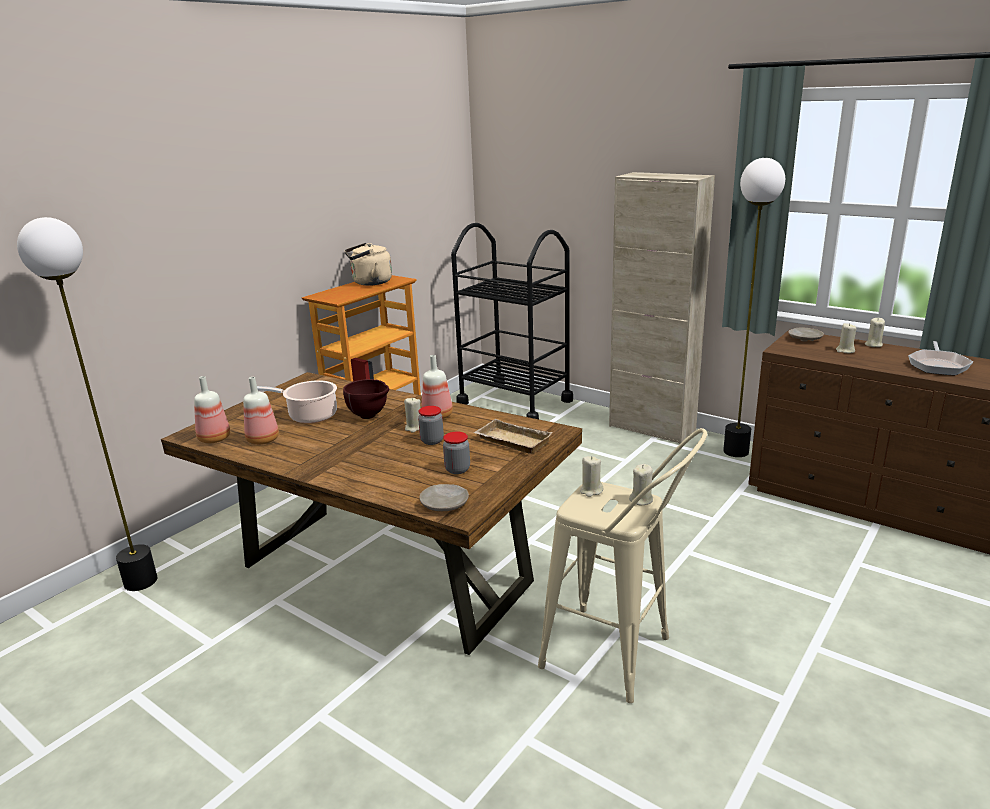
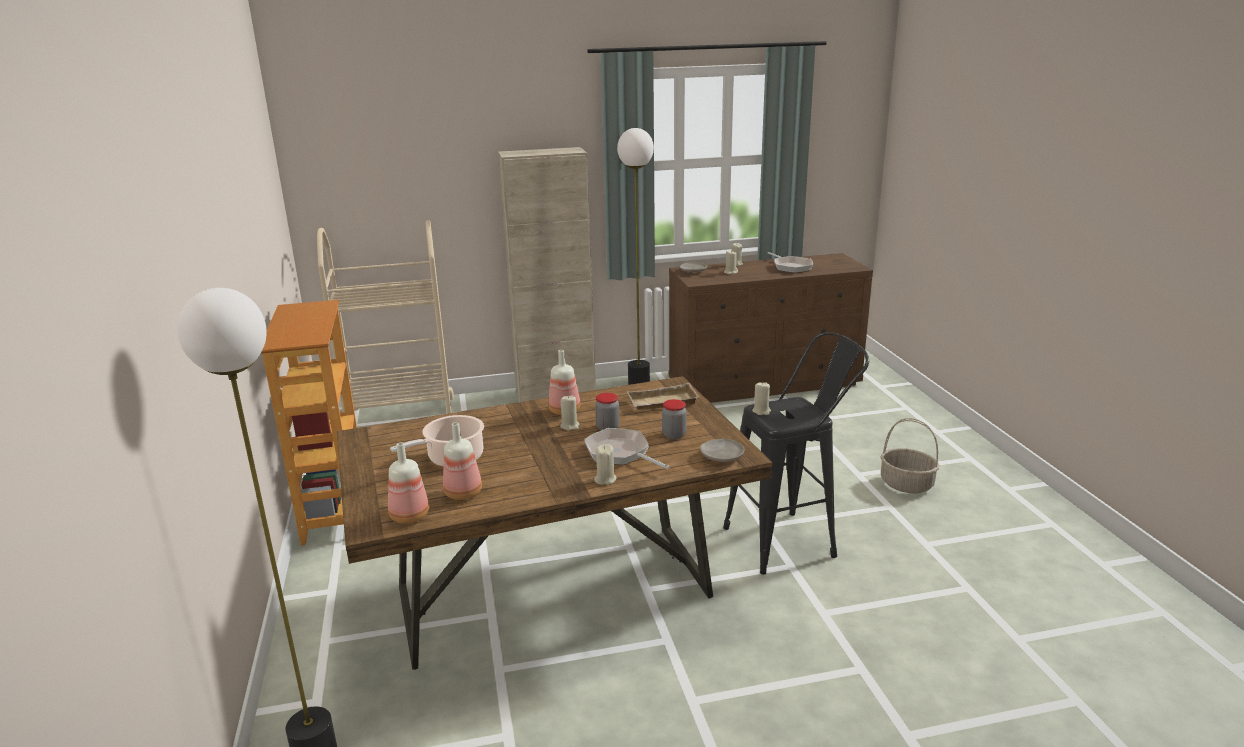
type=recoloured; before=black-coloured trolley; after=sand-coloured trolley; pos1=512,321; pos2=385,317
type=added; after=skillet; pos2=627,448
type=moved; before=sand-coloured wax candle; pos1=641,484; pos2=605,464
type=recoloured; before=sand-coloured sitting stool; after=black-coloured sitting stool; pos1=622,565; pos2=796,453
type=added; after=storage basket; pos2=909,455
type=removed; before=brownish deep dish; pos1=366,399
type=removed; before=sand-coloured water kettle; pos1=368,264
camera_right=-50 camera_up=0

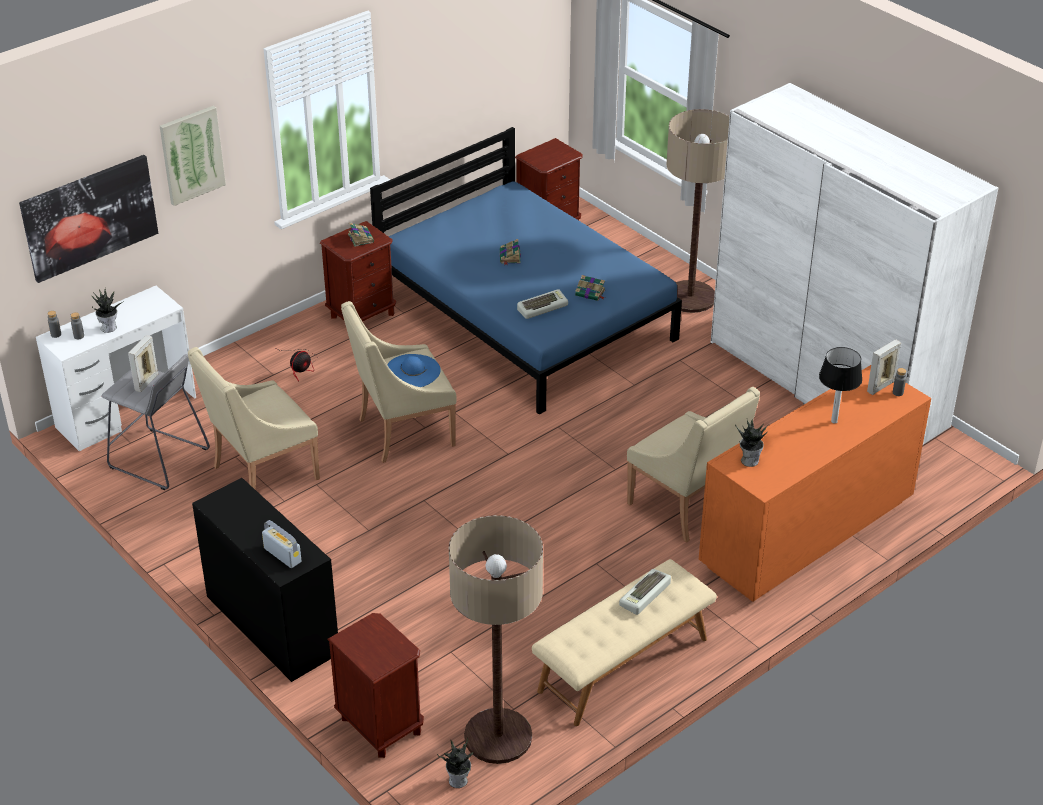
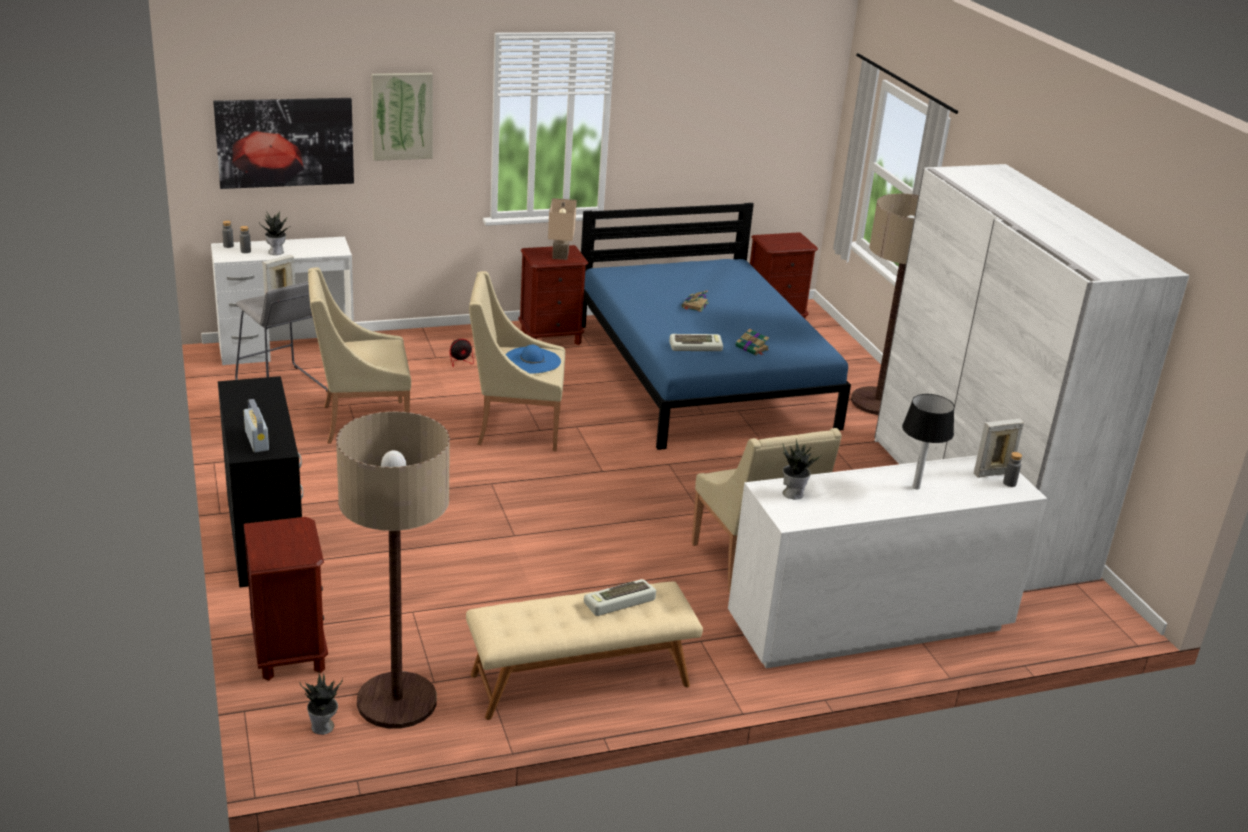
type=replaced; before=book; after=sand-coloured table lamp; pos1=361,235; pos2=562,229
type=recoloured; before=orangey drawer chest; after=whitish drawer chest; pos1=815,483; pos2=887,561
camera_right=20 camera_up=-10

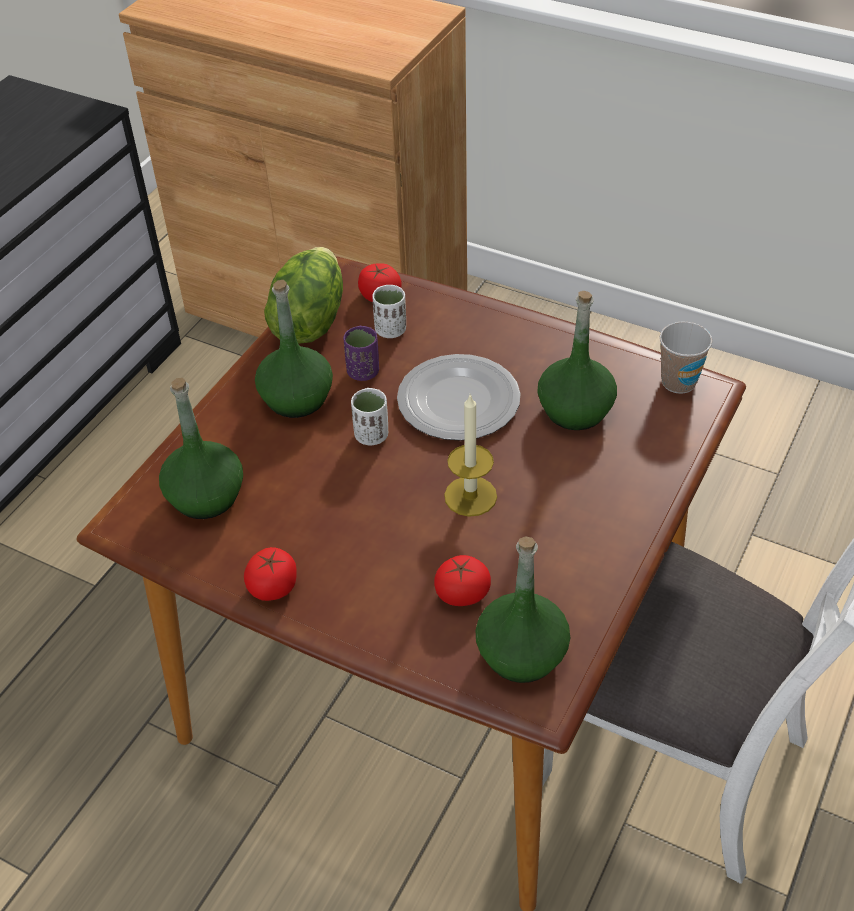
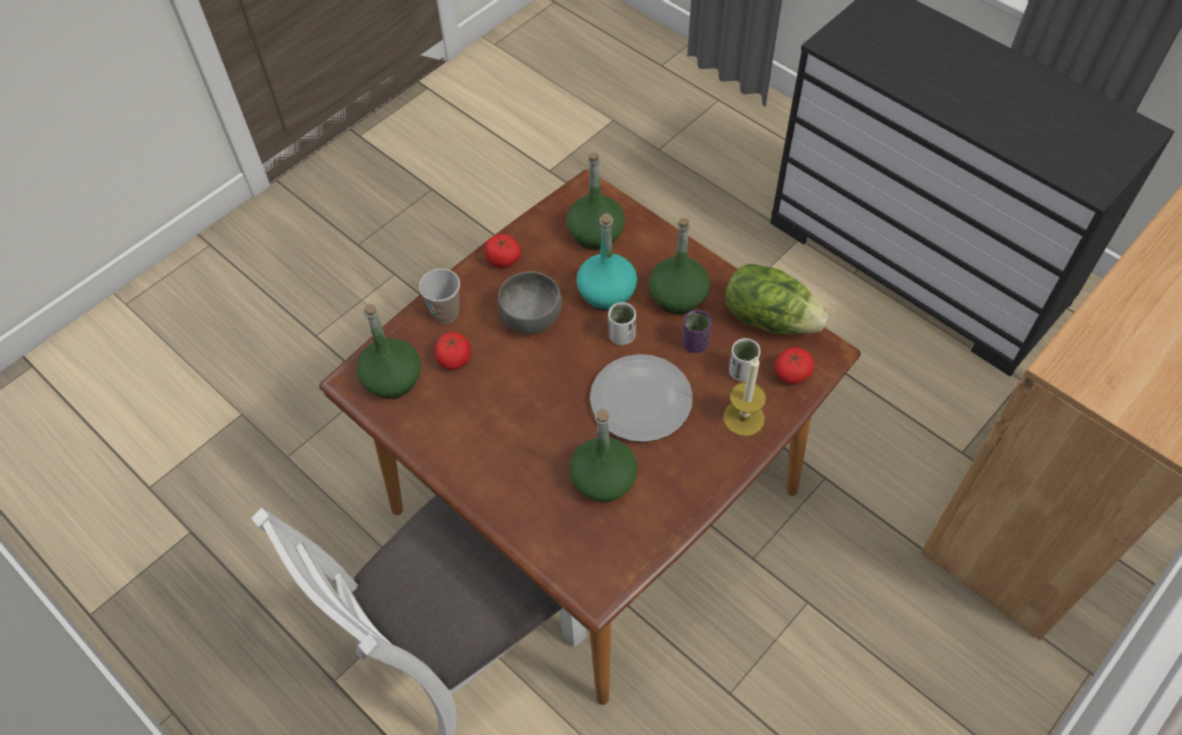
type=moved; before=drinking cup; pos1=686,358; pos2=439,296
type=added; after=greyish deep dish; pos2=529,302
type=added; after=turquoise bottle; pos2=606,262
type=moved; before=wax candle; pos1=470,455; pos2=744,396
camera_right=105 camera_up=10

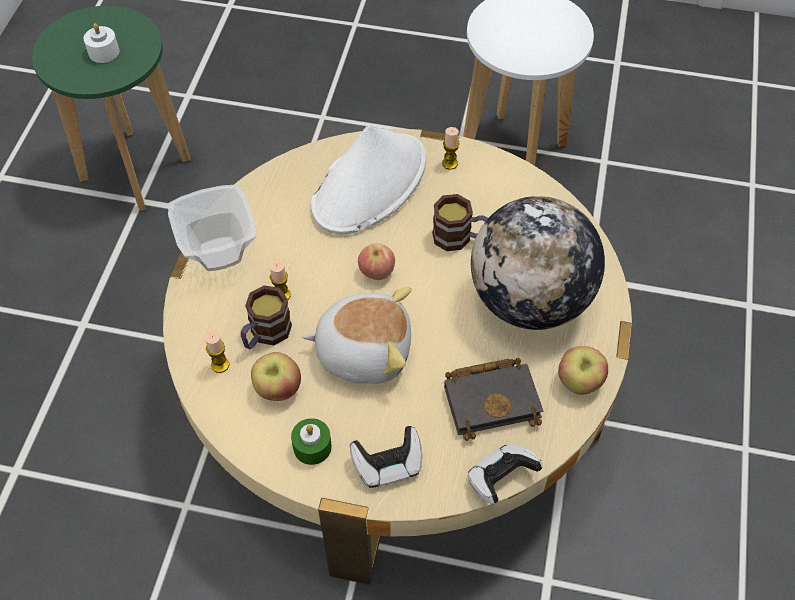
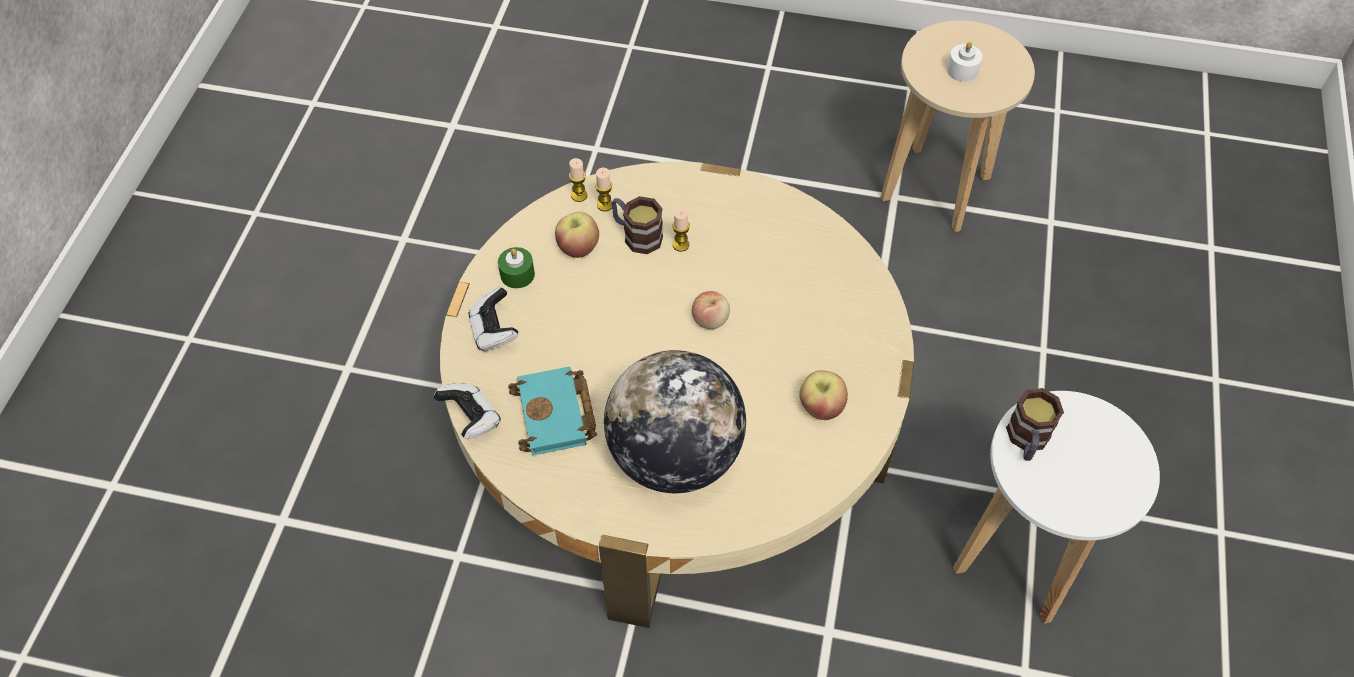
type=recoloured; before=black-coloured book; after=turquoise book; pos1=493,399; pos2=552,411
type=moved; before=wax candle; pos1=451,148; pos2=578,180
type=moved; before=whole apple; pos1=583,370; pos2=823,395
type=recoloured; before=green-coloured sitting stool; after=sand-coloured sitting stool; pos1=111,108; pos2=957,126
type=moved; before=coffee mug; pos1=460,222; pos2=1035,424
type=removed; before=deep dish; pos1=212,227
type=removed; before=cuddly toy; pos1=357,335
type=removed; before=whitish clothing hat; pos1=368,179
camera_right=90 camera_up=0

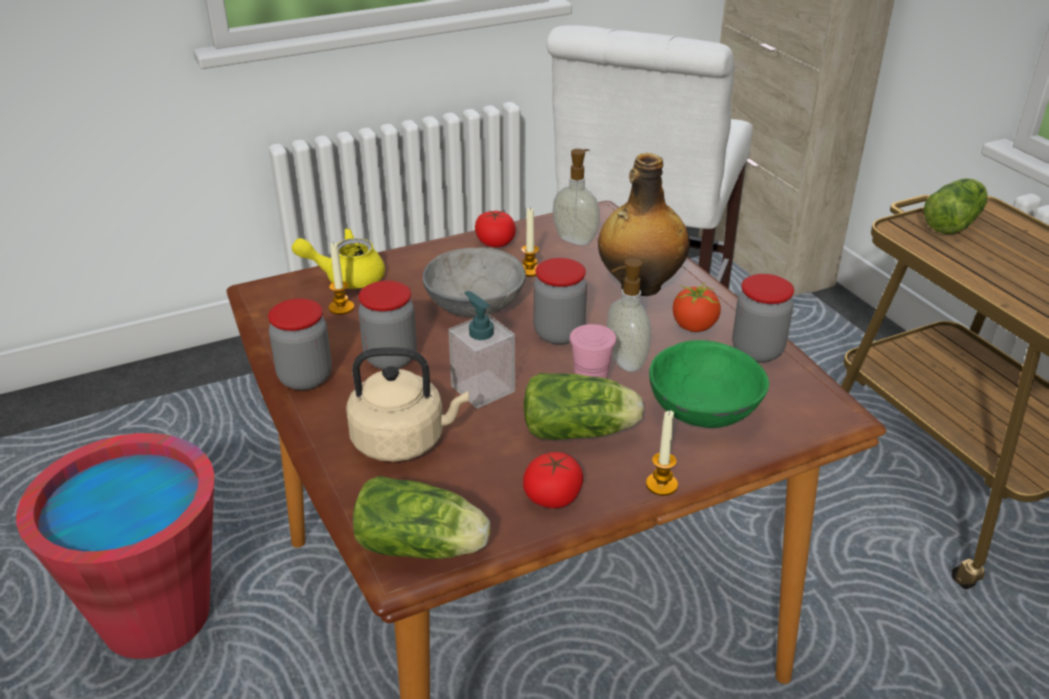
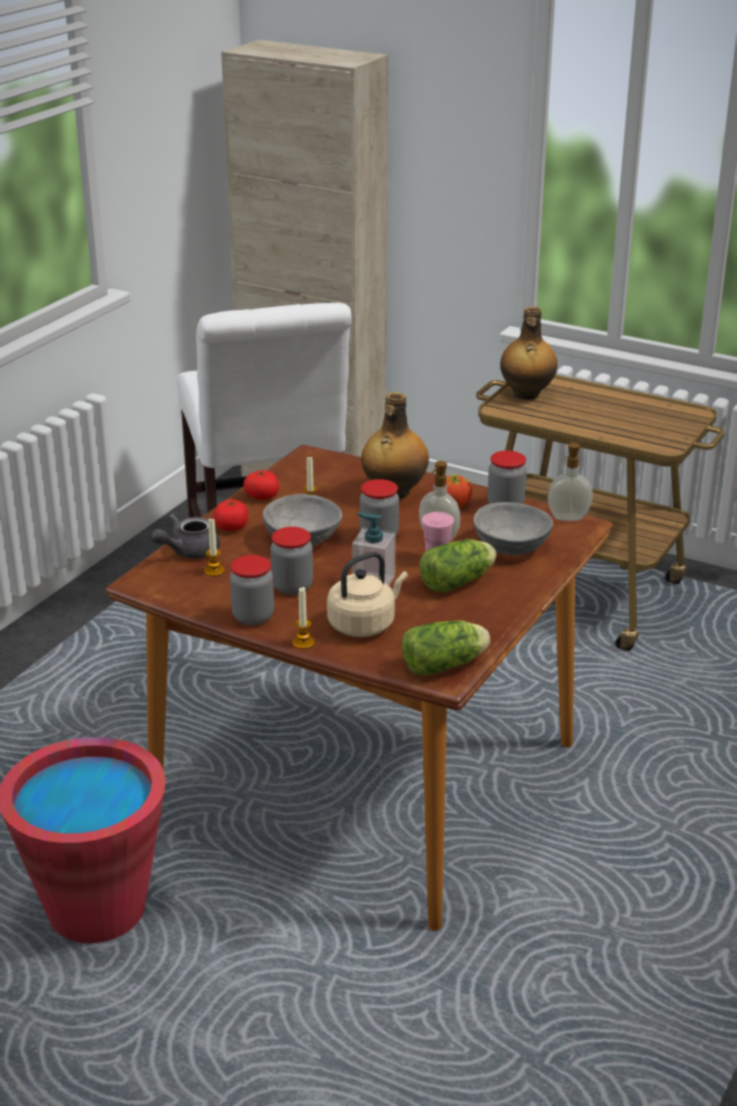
type=recoloured; before=yellow-coloured teapot; after=greyish teapot; pos1=338,258; pos2=185,536
type=moved; before=tomato; pos1=553,480; pos2=231,515
type=moved; before=wax candle; pos1=662,453; pos2=303,618
type=recoloured; before=green-coloured deep dish; after=greyish deep dish; pos1=709,384; pos2=513,528
type=replaced; before=lettuce; after=bottle; pos1=956,206; pos2=529,353
type=moved; before=liquid soap bottle; pos1=576,197; pos2=570,481
camera_right=-35 camera_up=-5

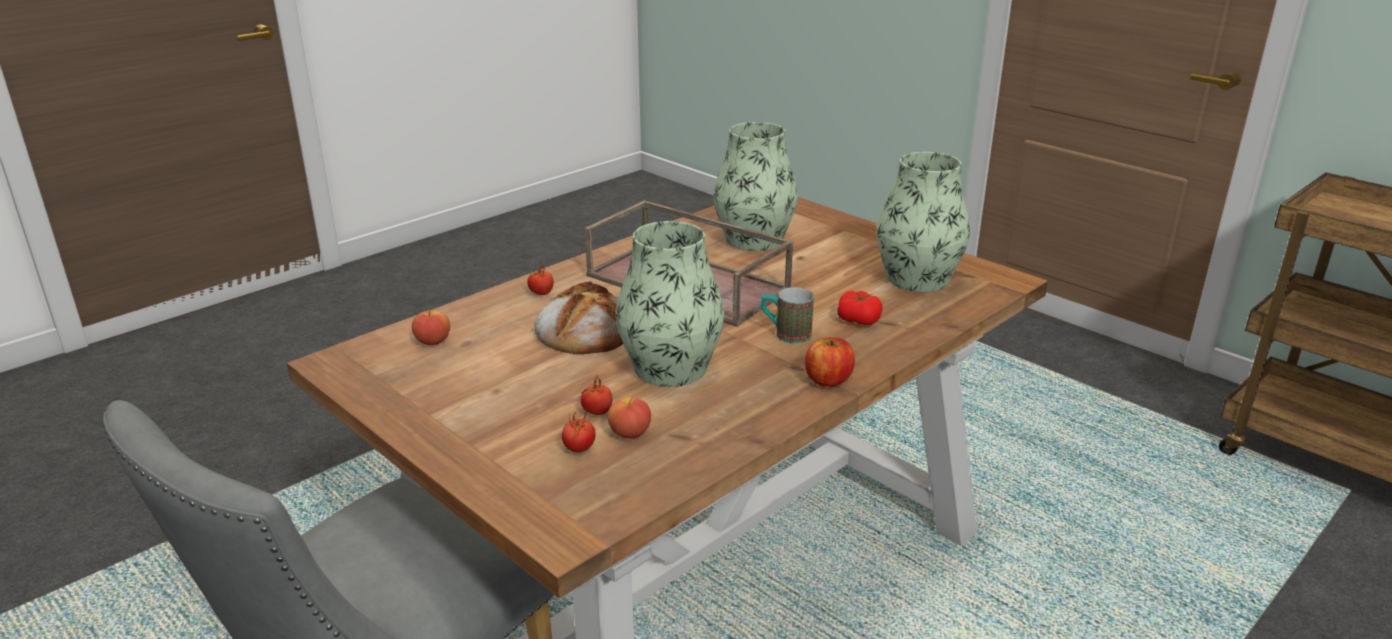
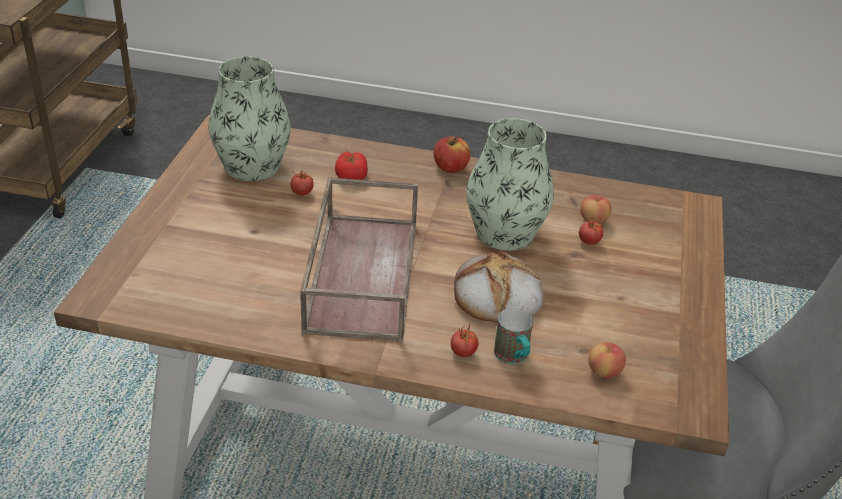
type=moved; before=tomato; pos1=579,431; pos2=302,182
type=moved; before=coffee mug; pos1=787,315; pos2=513,336
type=removed; before=vase; pos1=755,186
camera_right=-125 camera_up=10

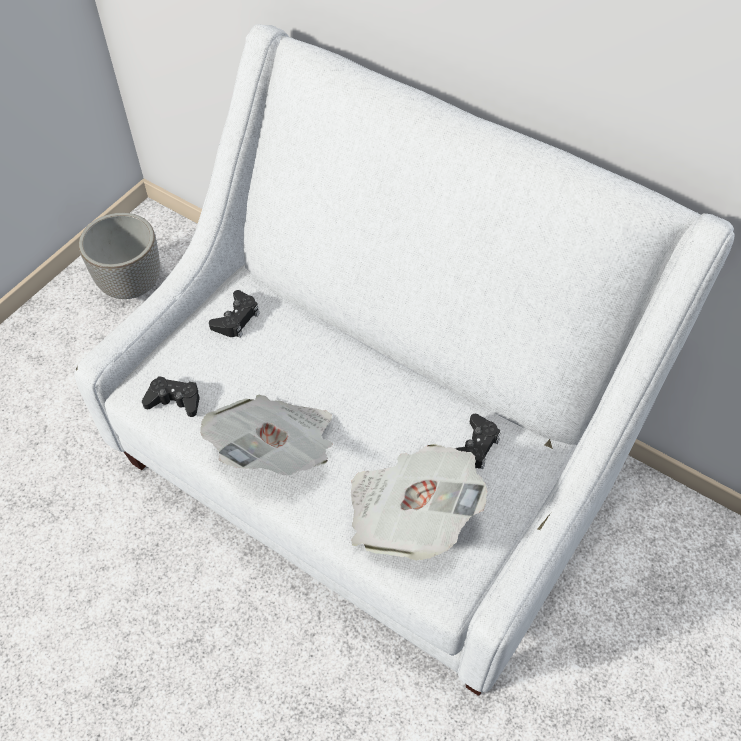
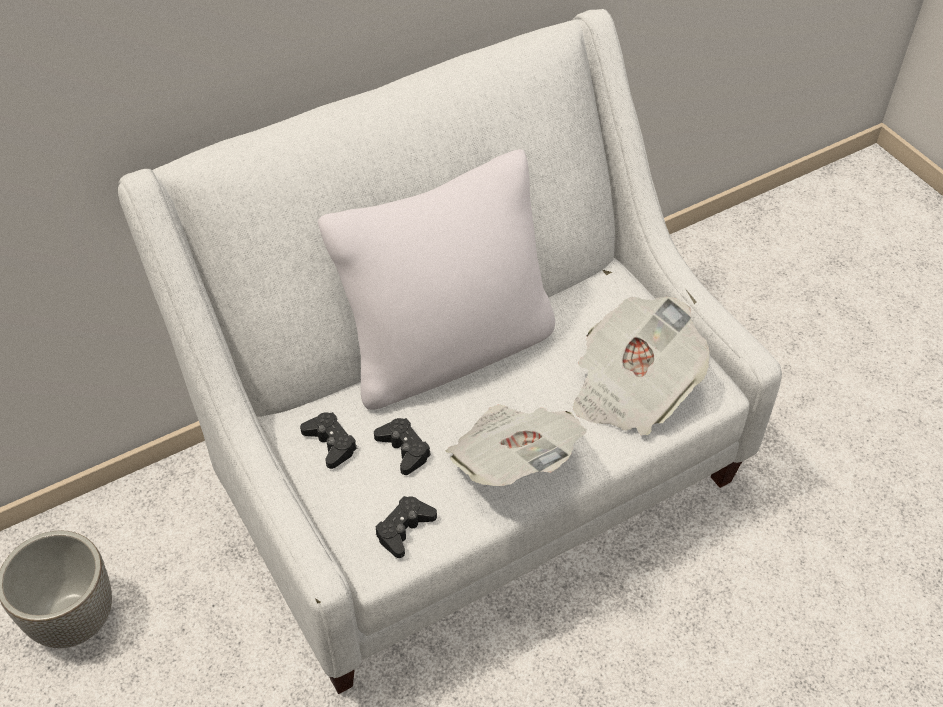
type=added; after=whitish cushion; pos2=436,279
type=moved; before=black-coloured game controller; pos1=478,441; pos2=402,446
camera_right=-65 camera_up=-5

